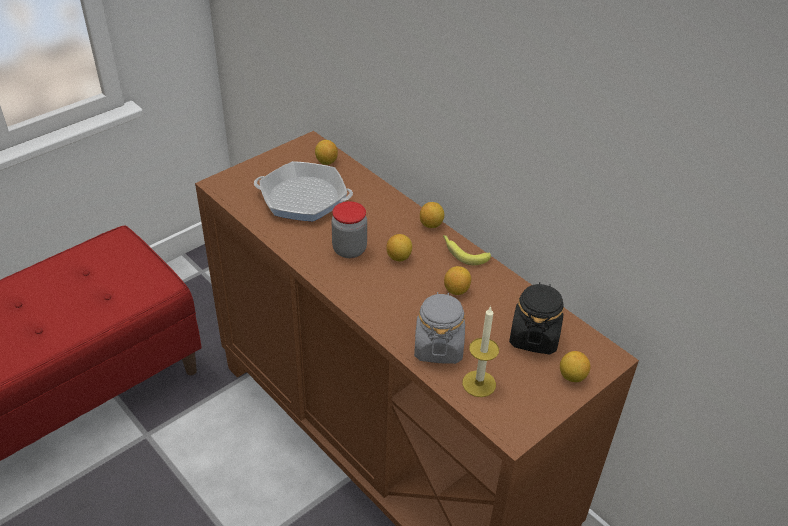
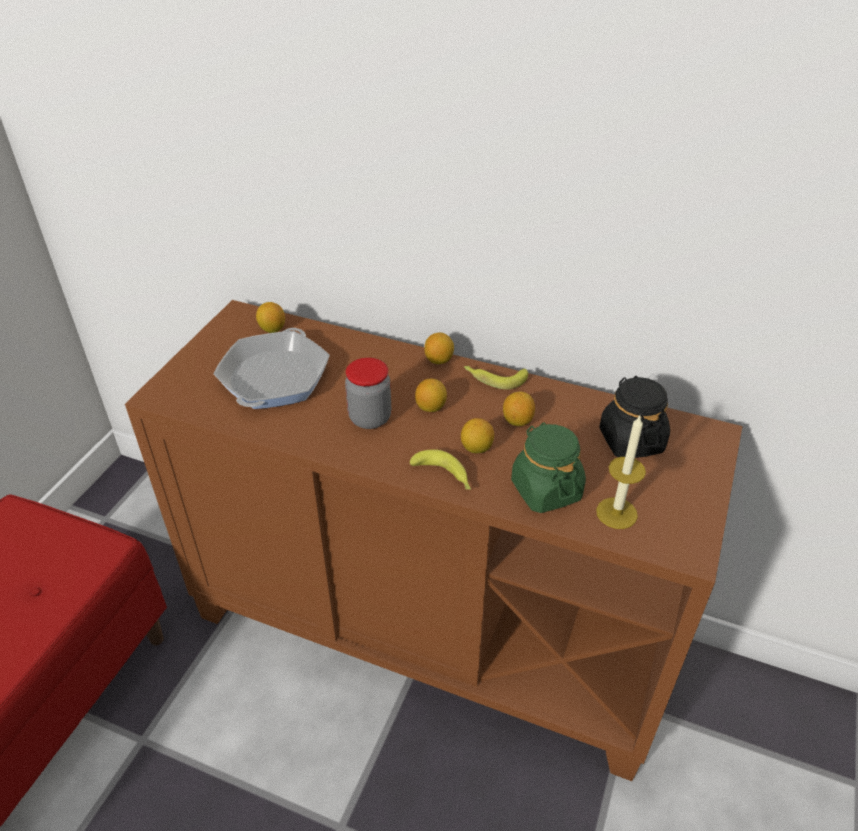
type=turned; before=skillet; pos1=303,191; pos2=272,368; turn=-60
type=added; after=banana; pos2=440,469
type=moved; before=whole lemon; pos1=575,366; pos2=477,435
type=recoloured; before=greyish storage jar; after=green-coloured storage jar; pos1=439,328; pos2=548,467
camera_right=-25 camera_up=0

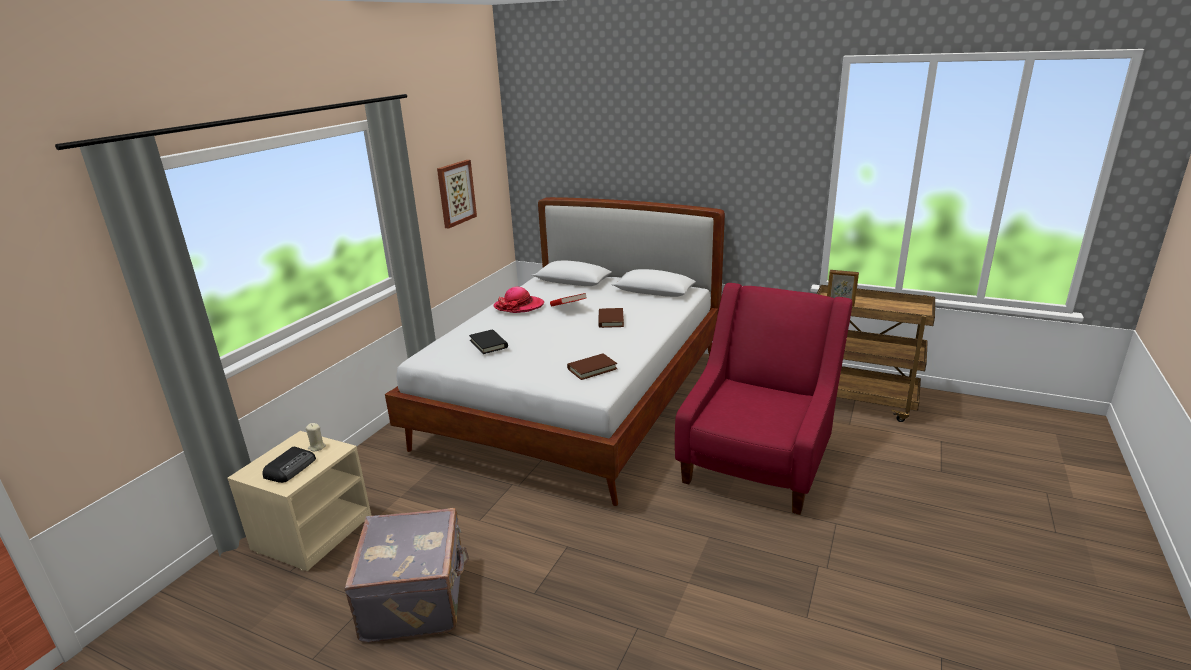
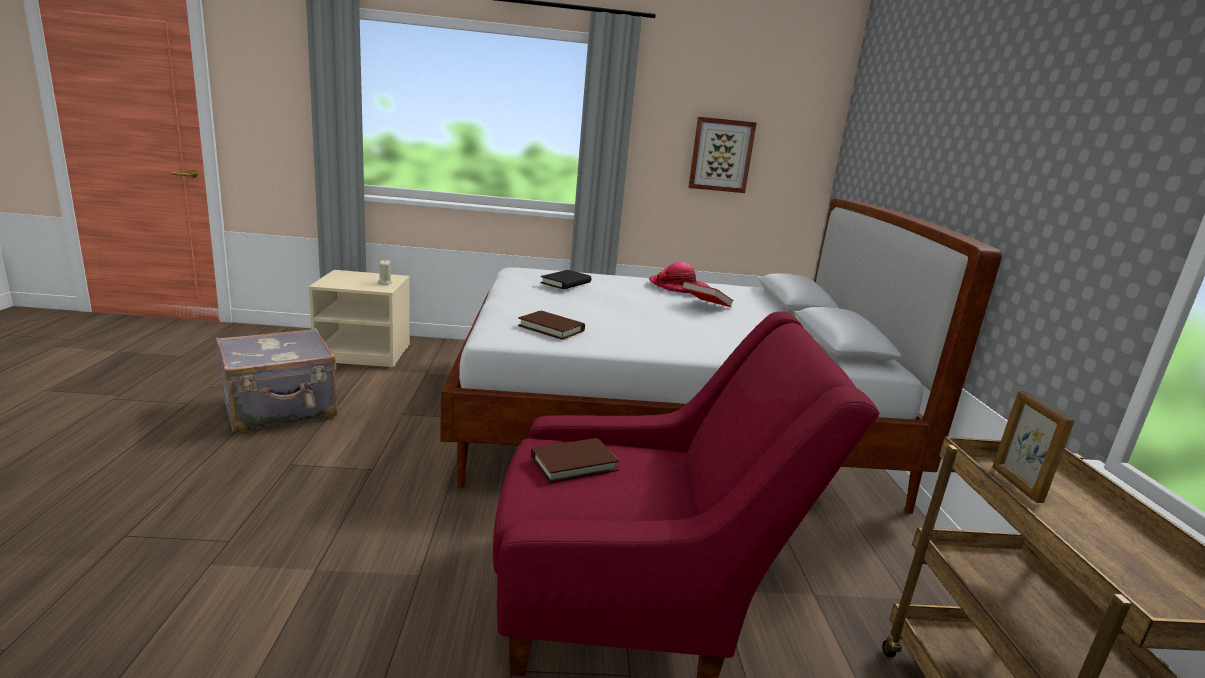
type=moved; before=brownish book; pos1=611,318; pos2=575,460
type=removed; before=radio set; pos1=289,465
camera_right=60 camera_up=-5

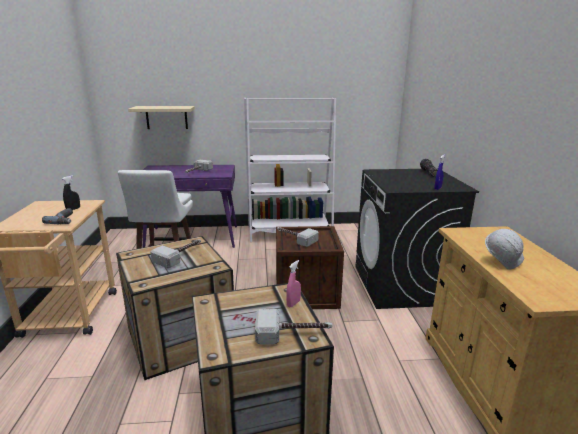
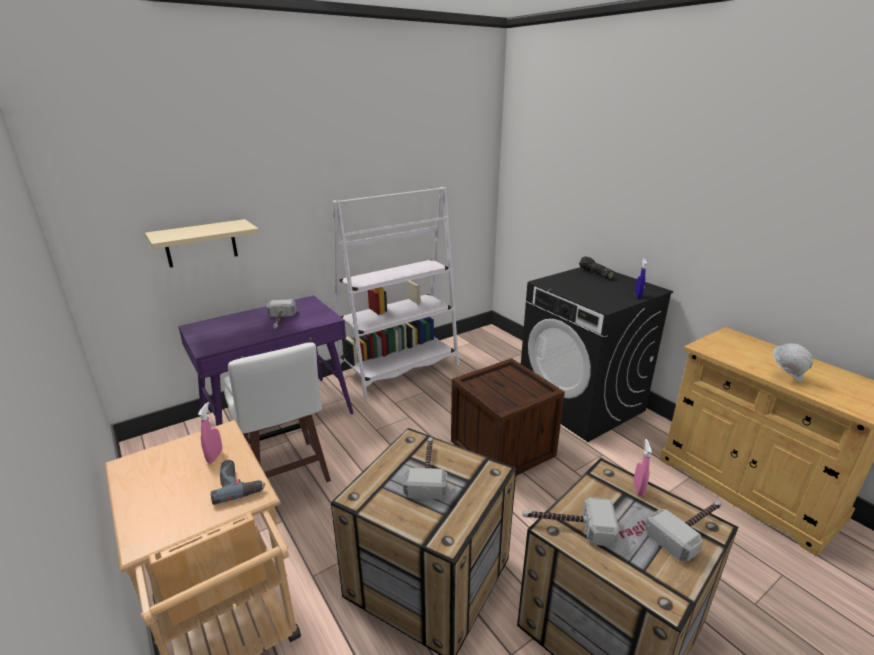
type=recoloured; before=black-coloured sprayer; after=pinkish sprayer; pos1=71,192; pos2=210,432
type=moved; before=tool hammer; pos1=298,237; pos2=571,522
camera_right=-30 camera_up=5

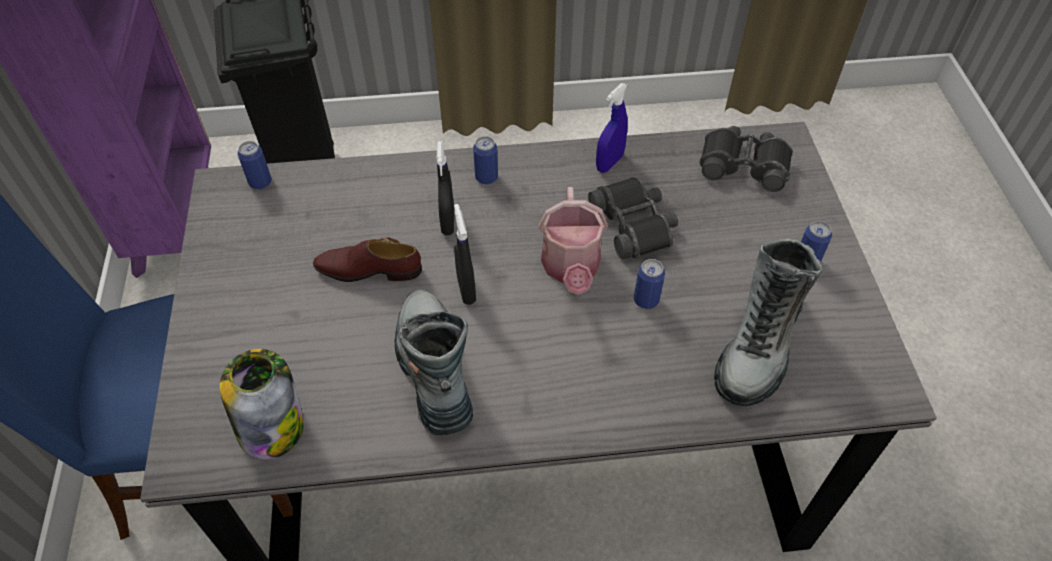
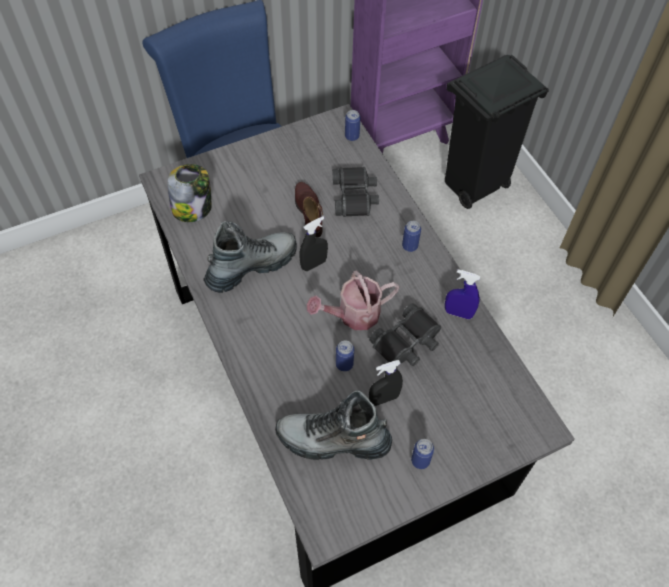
type=moved; before=black-coloured field glasses; pos1=746,159; pos2=356,192
type=moved; before=black-coloured sprayer; pos1=445,188; pos2=386,383
camera_right=70 camera_up=5

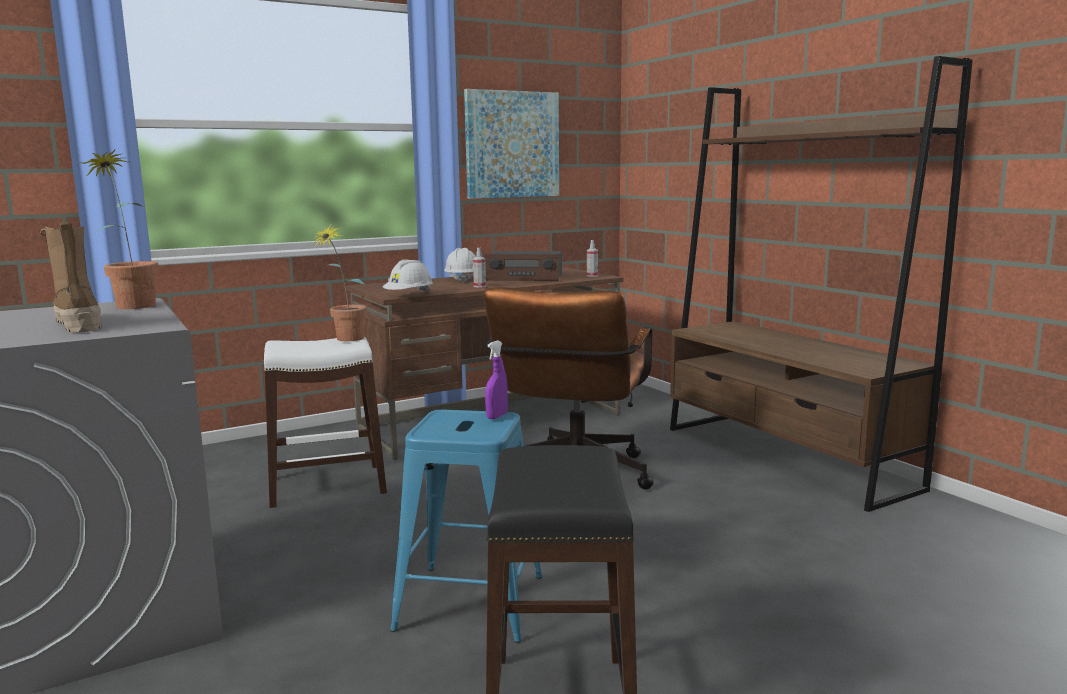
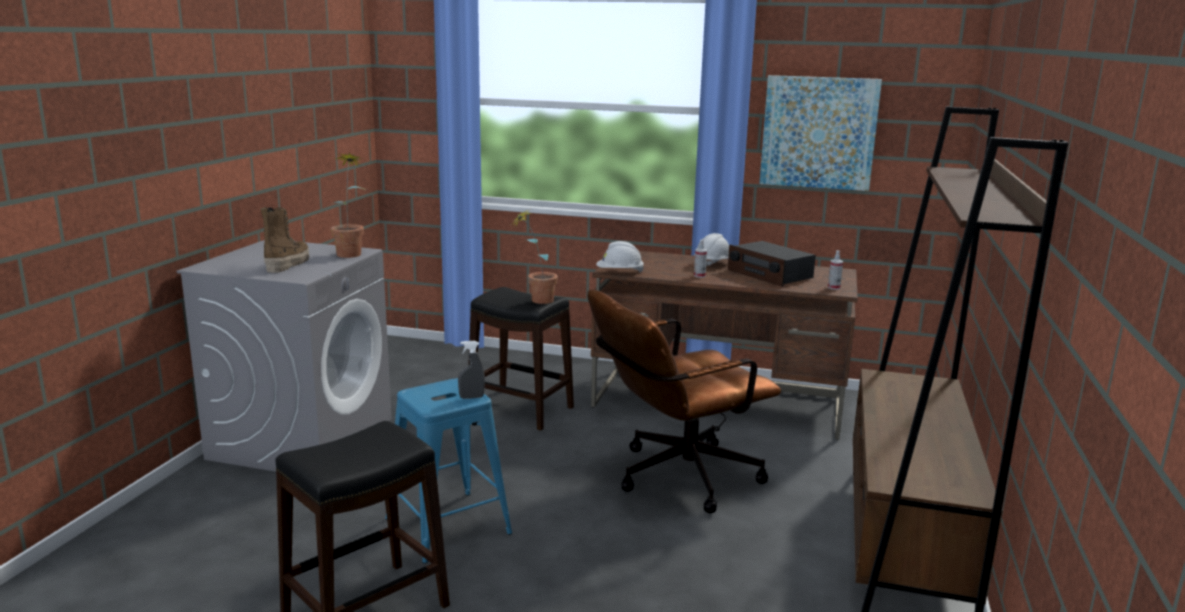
type=recoloured; before=purple-coloured sprayer; after=greyish sprayer; pos1=496,380; pos2=471,370
type=recoloured; before=whitish sitting stool; after=black-coloured sitting stool; pos1=325,422; pos2=521,358
camera_right=45 camera_up=5

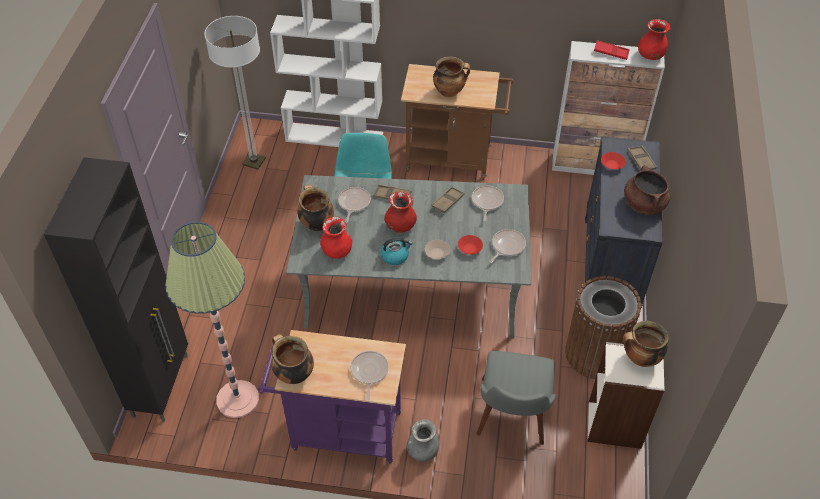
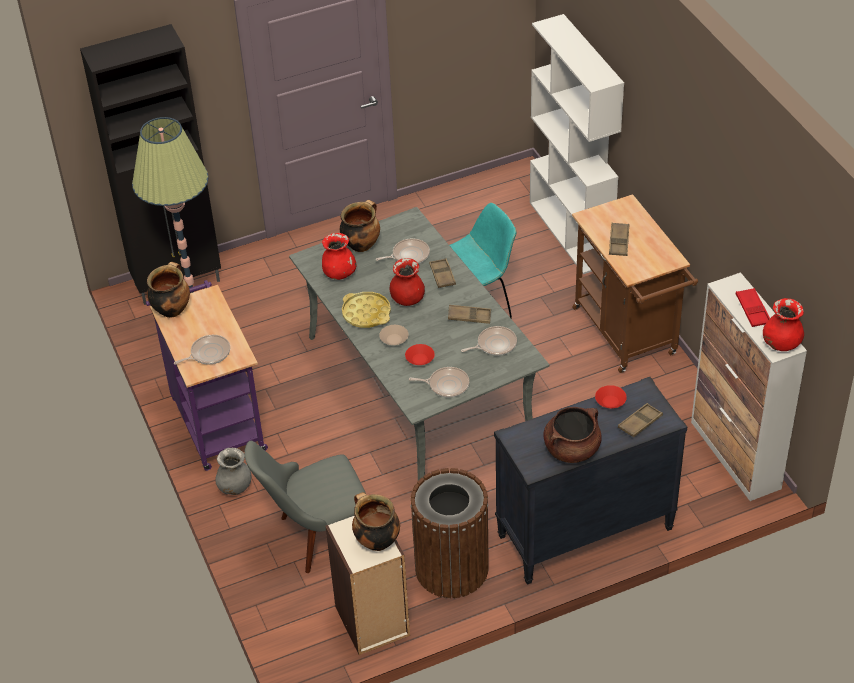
type=replaced; before=water kettle; after=yellow-coloured tray; pos1=396,251; pos2=366,310
type=replaced; before=saucepot; after=brownish tray; pos1=451,76; pos2=619,239
type=removed; before=standing lamp; pos1=235,93
camera_right=60 camera_up=-5

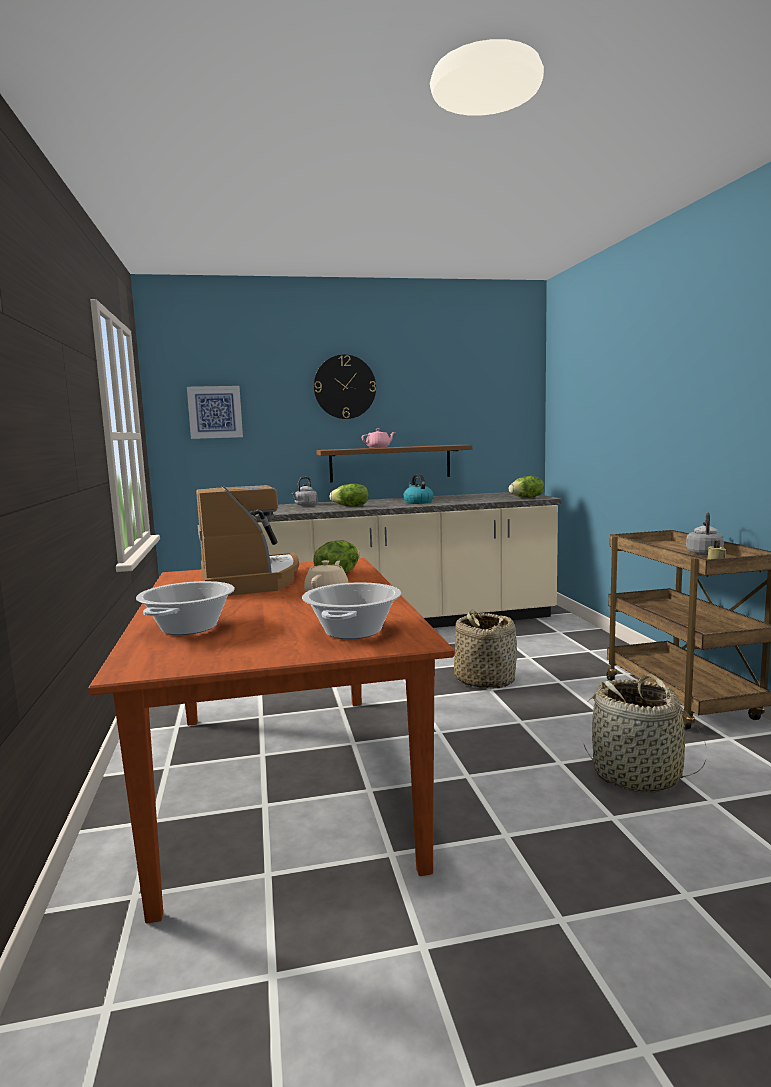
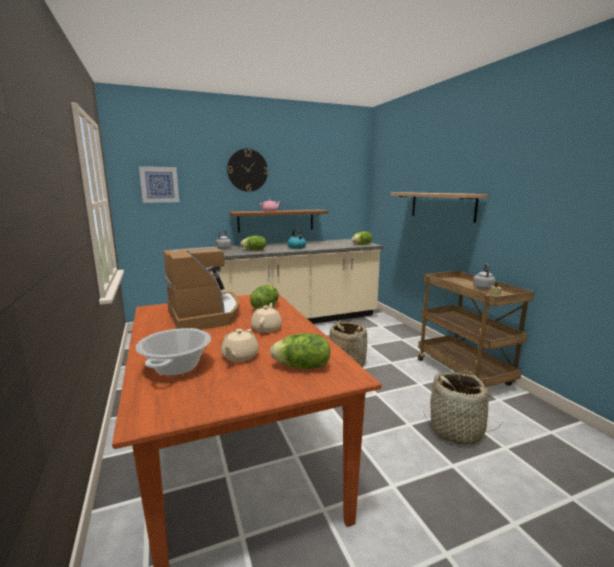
type=added; after=sand-coloured teapot; pos2=240,345
type=replaced; before=saucepot; after=lettuce; pos1=351,611; pos2=300,351
type=added; after=shelf; pos2=439,208
camera_right=-10 camera_up=5

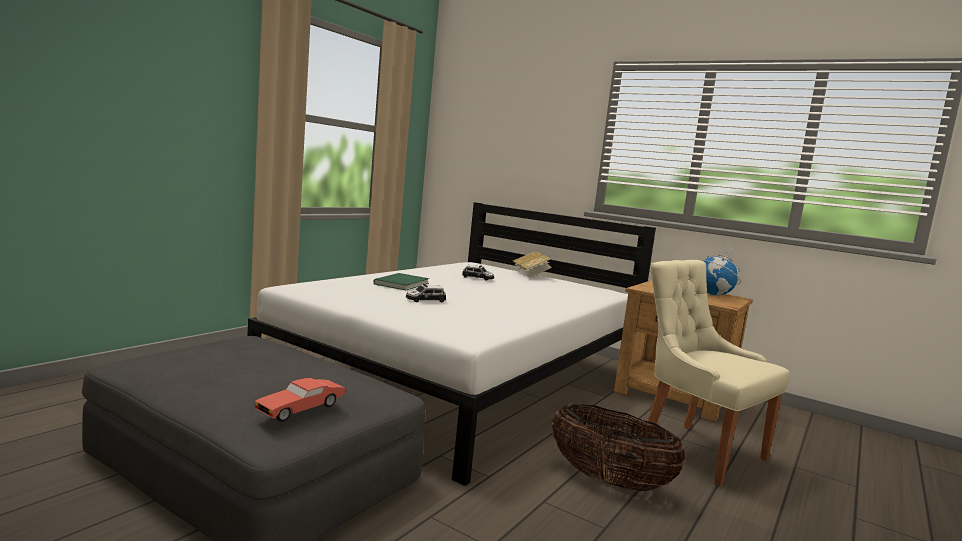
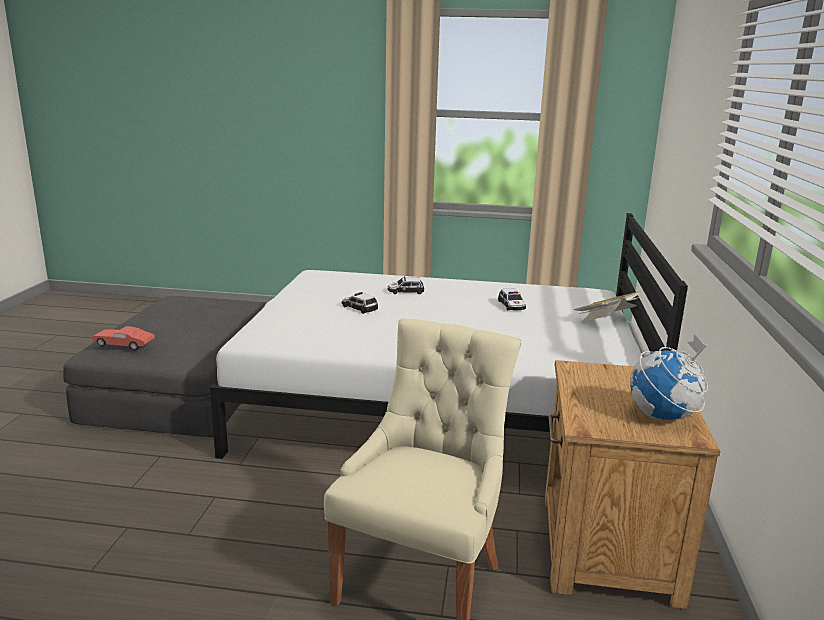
type=replaced; before=green-coloured book; after=model car; pos1=401,281; pos2=406,285
type=removed; before=storage basket; pos1=619,447
camera_right=65 camera_up=10

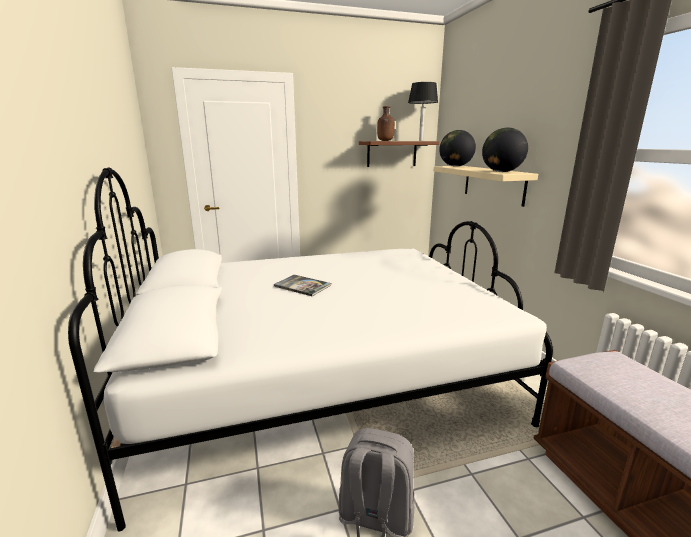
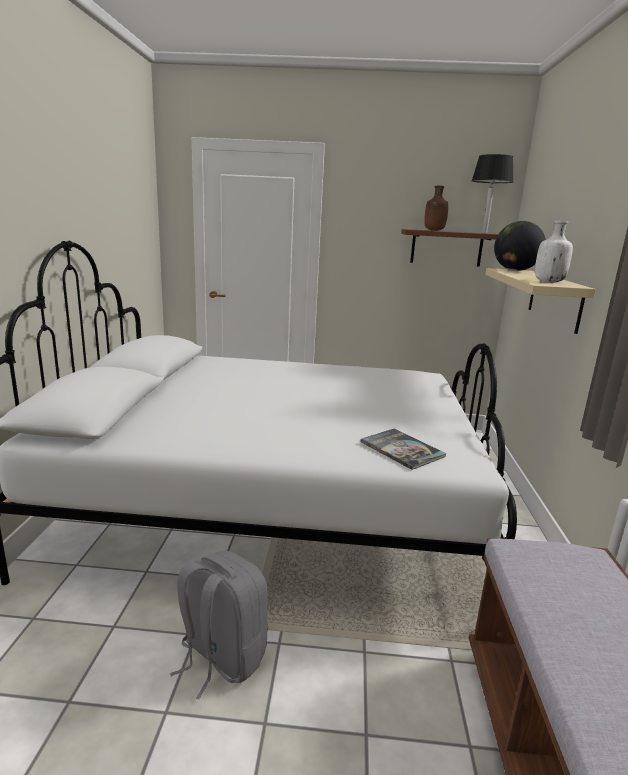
type=moved; before=book; pos1=302,285; pos2=403,449
type=replaced; before=desk globe; after=whitish bottle; pos1=505,150; pos2=554,252
camera_right=20 camera_up=0

